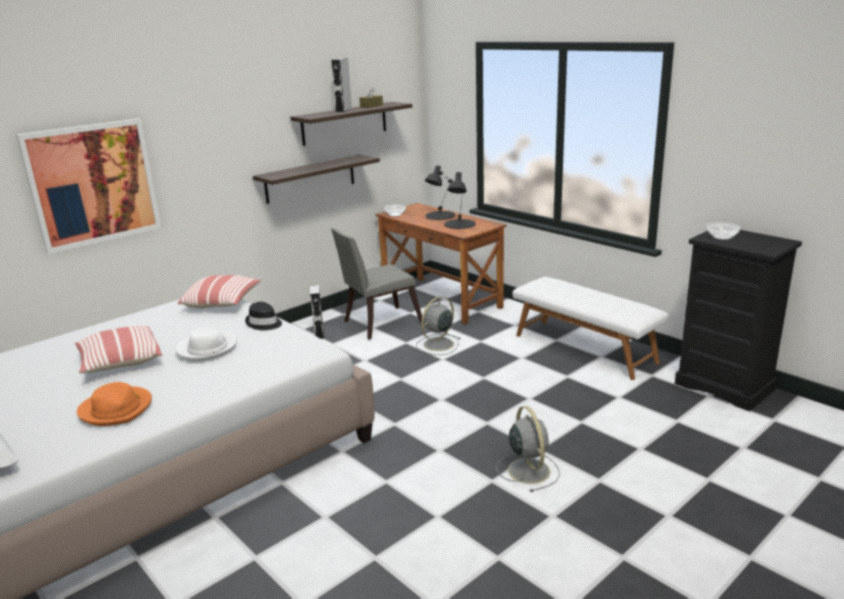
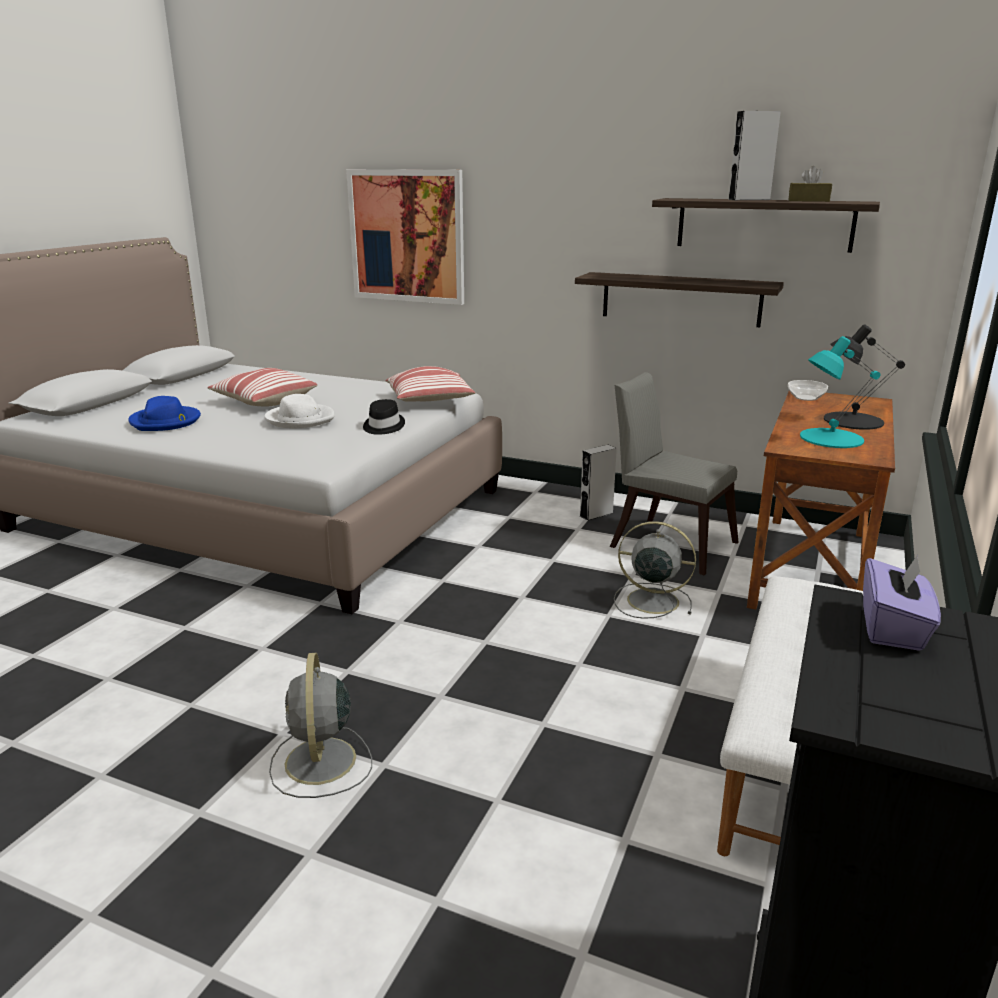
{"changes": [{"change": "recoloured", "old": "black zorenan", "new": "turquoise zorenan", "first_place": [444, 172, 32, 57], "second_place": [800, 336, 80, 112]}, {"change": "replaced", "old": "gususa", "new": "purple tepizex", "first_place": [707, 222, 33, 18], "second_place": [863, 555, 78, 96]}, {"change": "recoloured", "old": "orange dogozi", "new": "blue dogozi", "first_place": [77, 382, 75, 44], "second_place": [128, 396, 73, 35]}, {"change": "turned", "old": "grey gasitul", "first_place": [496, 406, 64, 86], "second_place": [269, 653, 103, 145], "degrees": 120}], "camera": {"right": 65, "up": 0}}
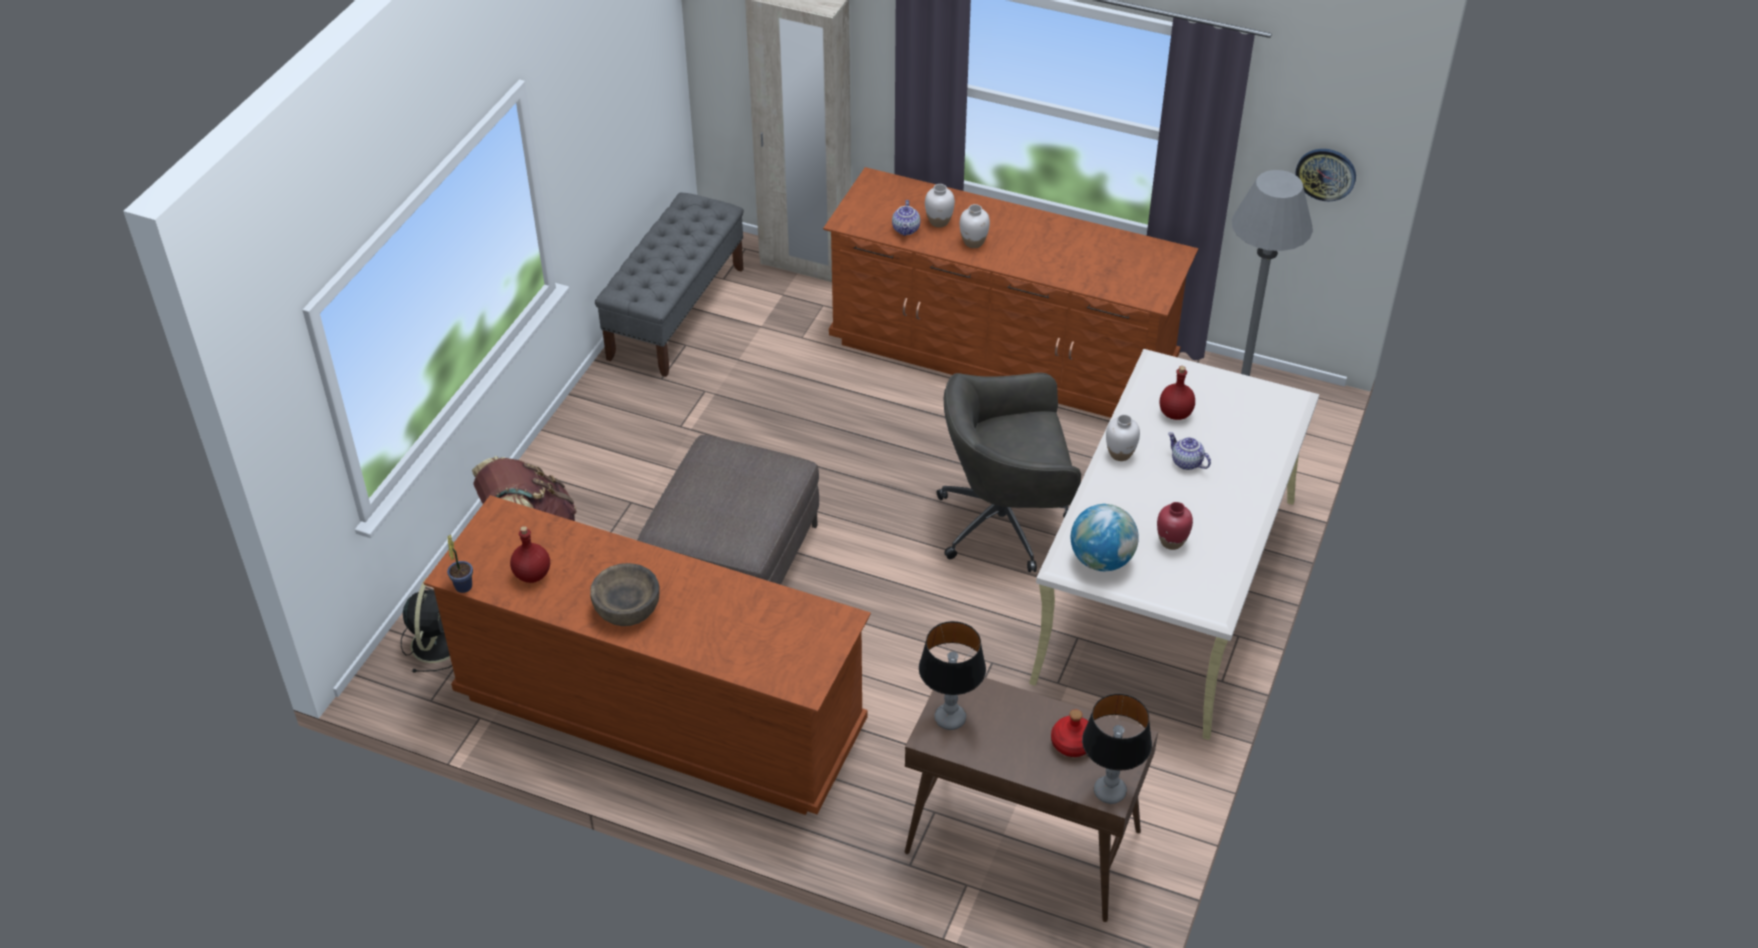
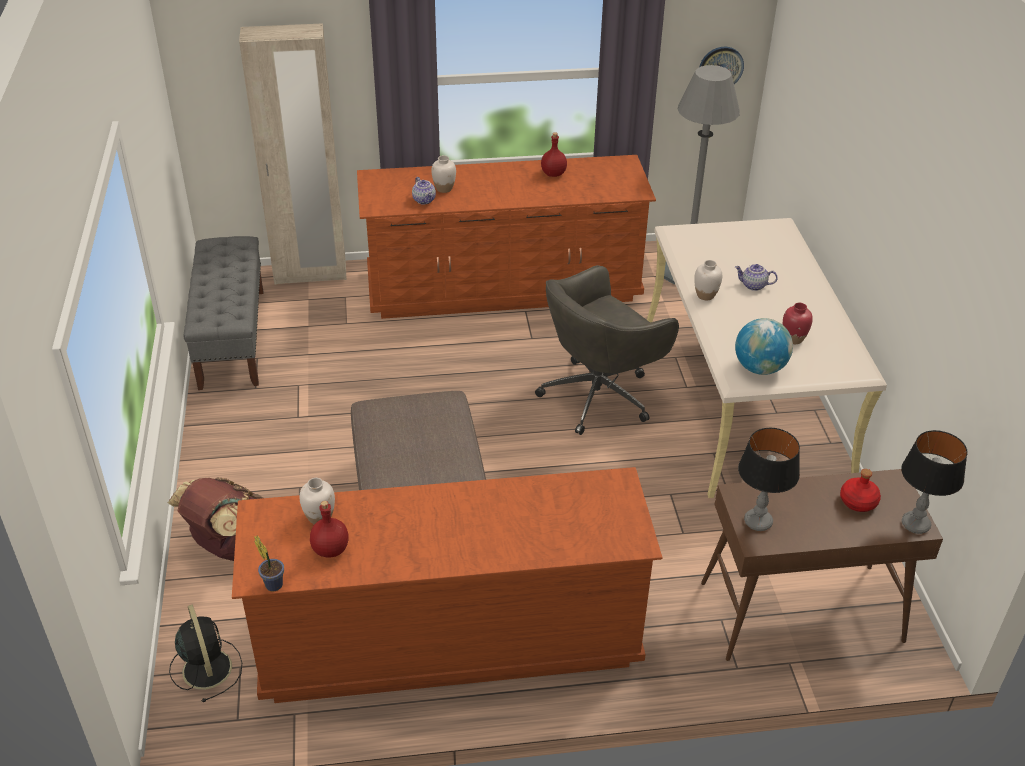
{"changes": [{"change": "moved", "old": "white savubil", "first_place": [960, 204, 30, 44], "second_place": [299, 478, 36, 46]}, {"change": "moved", "old": "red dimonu", "first_place": [1160, 366, 35, 54], "second_place": [541, 133, 26, 44]}, {"change": "removed", "old": "brown gususa", "first_place": [590, 563, 69, 63]}], "camera": {"right": -30, "up": -5}}
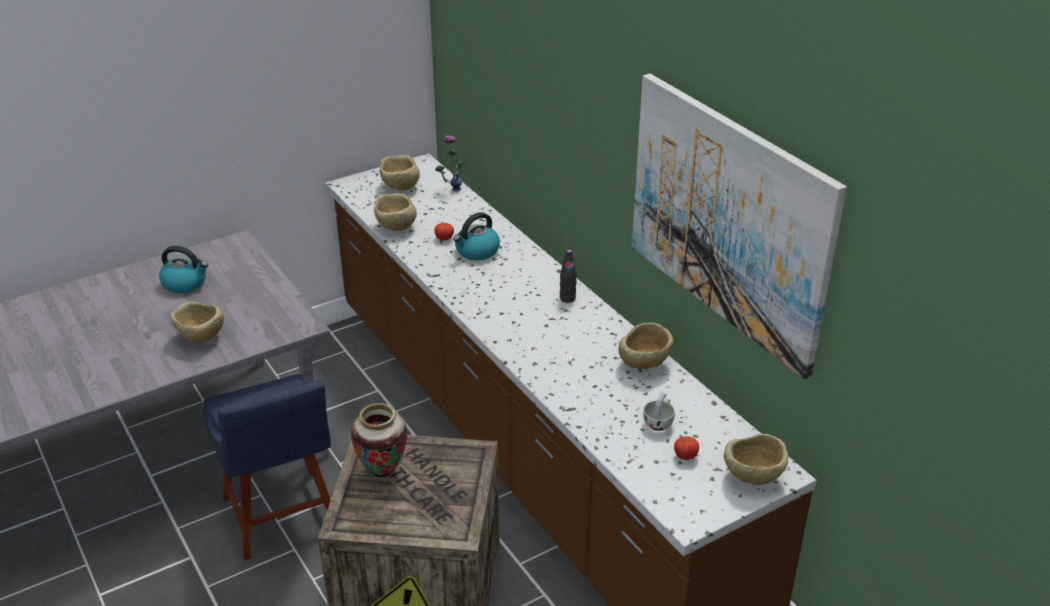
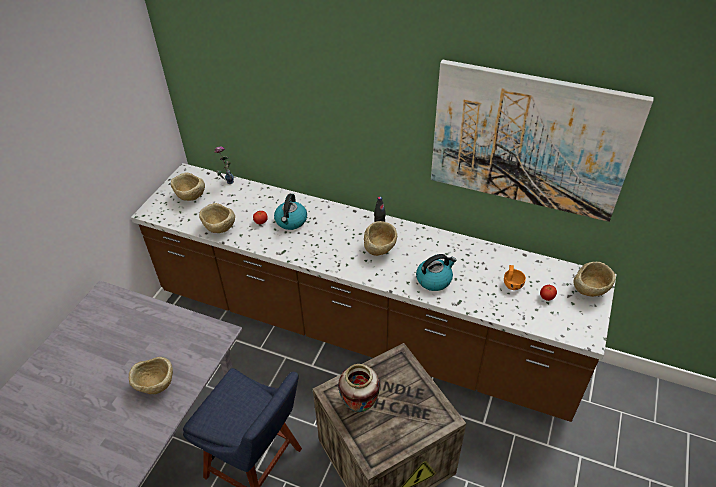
{"changes": [{"change": "moved", "old": "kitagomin", "first_place": [159, 246, 49, 47], "second_place": [416, 254, 40, 37]}, {"change": "moved", "old": "beige gususa", "first_place": [618, 323, 56, 46], "second_place": [364, 221, 33, 35]}, {"change": "recoloured", "old": "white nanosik", "new": "orange nanosik", "first_place": [643, 392, 32, 39], "second_place": [504, 265, 22, 25]}], "camera": {"right": -35, "up": 10}}
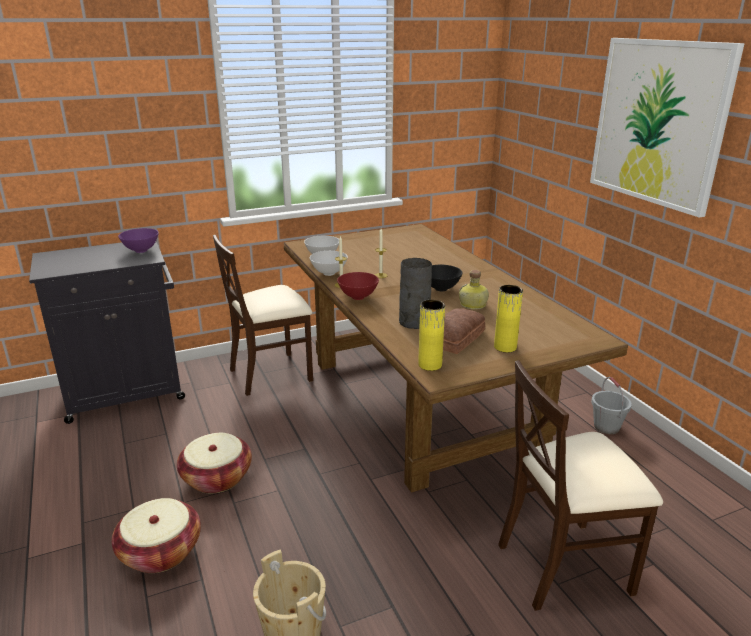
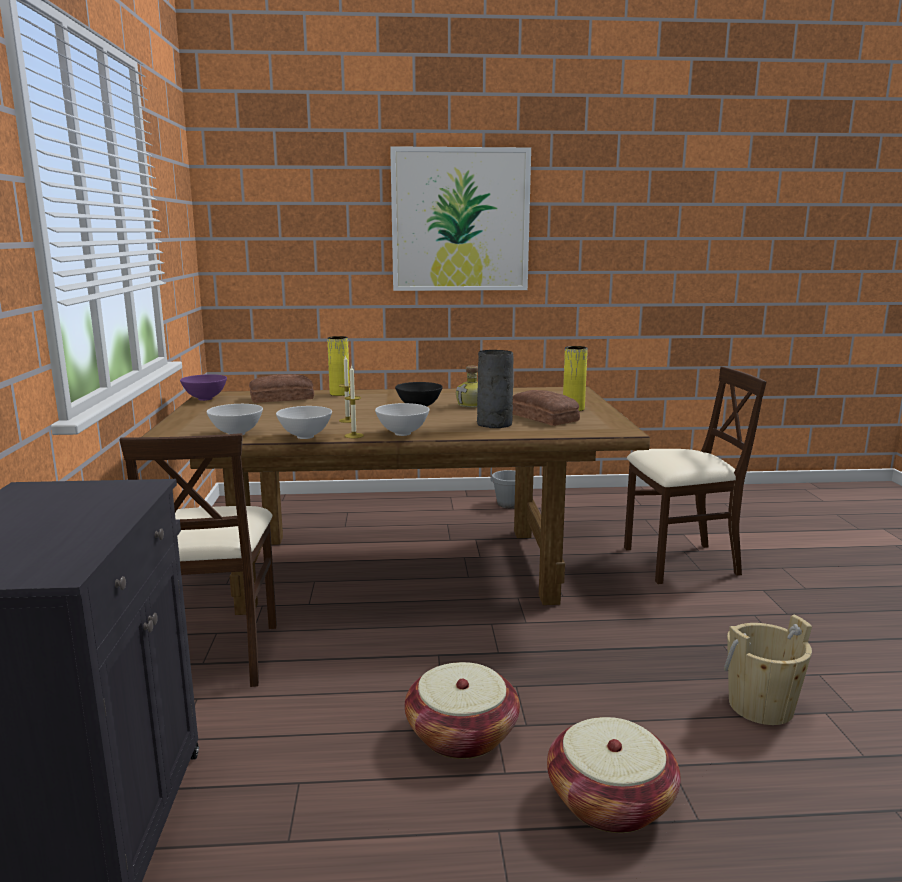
{"changes": [{"change": "moved", "old": "purple gususa", "first_place": [118, 228, 41, 25], "second_place": [180, 374, 47, 27]}, {"change": "recoloured", "old": "red gususa", "new": "white gususa", "first_place": [337, 272, 42, 28], "second_place": [375, 403, 55, 33]}, {"change": "moved", "old": "yellow savubil", "first_place": [418, 300, 27, 71], "second_place": [327, 336, 23, 60]}, {"change": "turned", "old": "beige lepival", "first_place": [498, 360, 165, 251], "second_place": [624, 367, 143, 217], "degrees": -105}, {"change": "added", "new": "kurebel", "second_place": [249, 374, 65, 29]}], "camera": {"right": -70, "up": -10}}
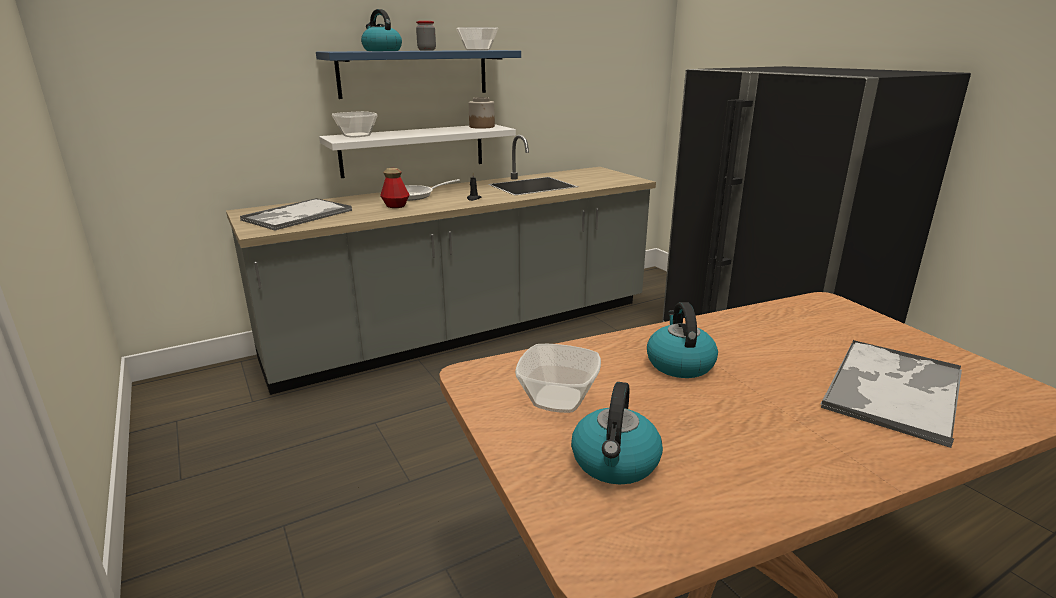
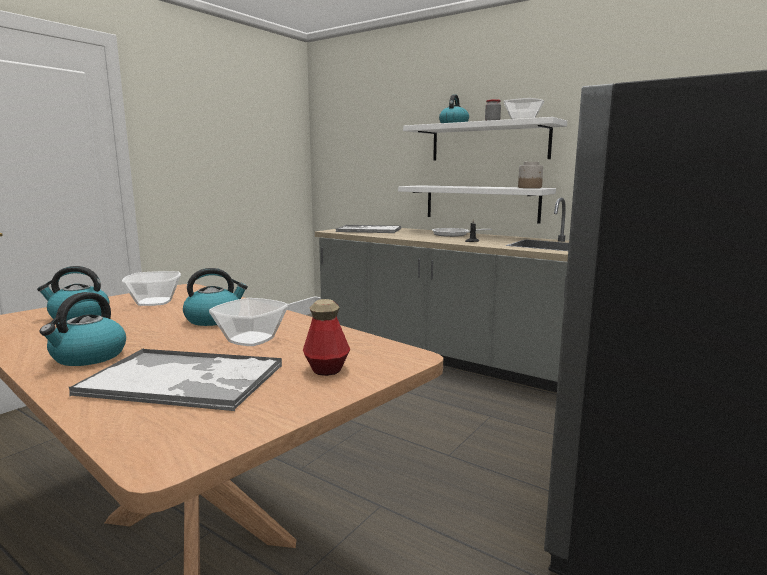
{"changes": [{"change": "recoloured", "old": "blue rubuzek", "new": "white rubuzek", "first_place": [316, 50, 205, 49], "second_place": [403, 117, 164, 44]}, {"change": "moved", "old": "gususa", "first_place": [332, 111, 46, 27], "second_place": [209, 298, 79, 48]}, {"change": "moved", "old": "dimonu", "first_place": [380, 168, 29, 40], "second_place": [303, 299, 47, 77]}, {"change": "added", "new": "kitagomin", "second_place": [40, 292, 86, 74]}], "camera": {"right": 65, "up": -10}}
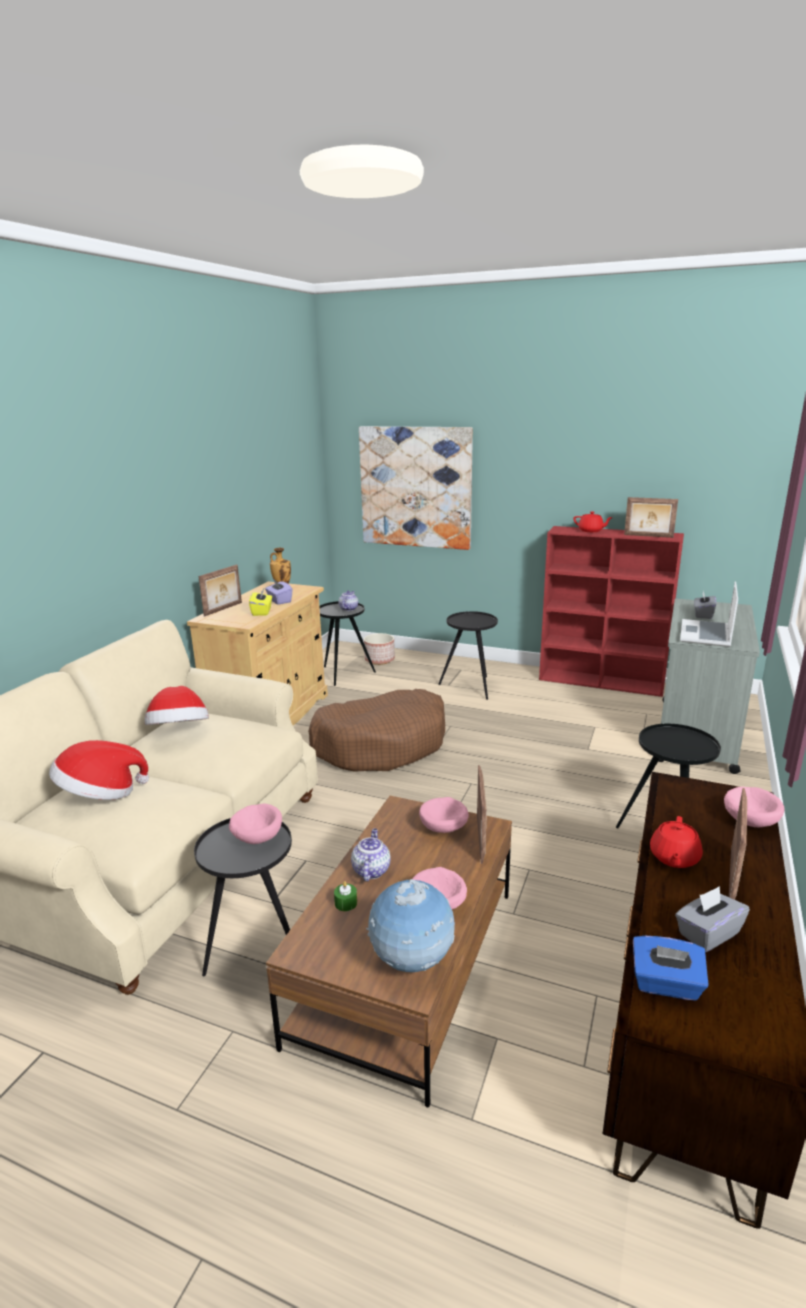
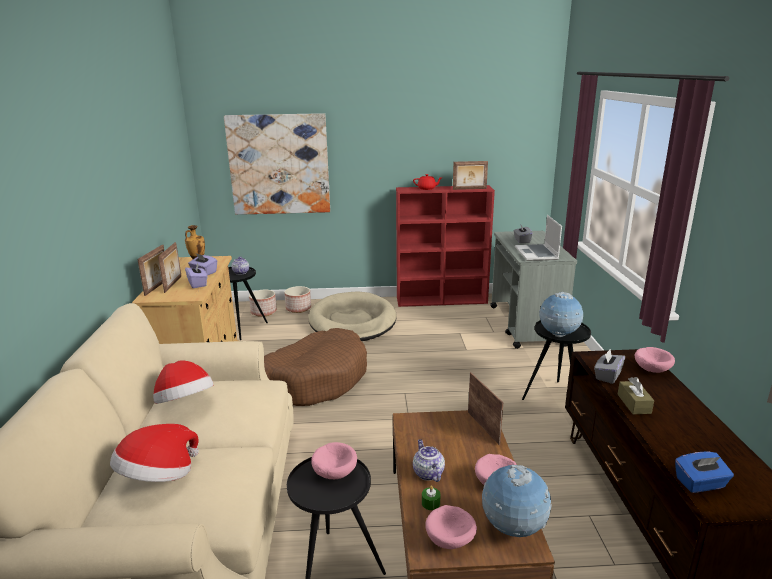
{"changes": [{"change": "recoloured", "old": "yellow tepizex", "new": "purple tepizex", "first_place": [249, 589, 23, 27], "second_place": [185, 263, 23, 25]}, {"change": "replaced", "old": "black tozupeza", "new": "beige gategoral", "first_place": [438, 611, 60, 89], "second_place": [308, 291, 89, 50]}, {"change": "moved", "old": "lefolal", "first_place": [729, 788, 18, 112], "second_place": [158, 242, 23, 51]}, {"change": "moved", "old": "pink gususa", "first_place": [419, 797, 50, 36], "second_place": [425, 505, 52, 44]}, {"change": "replaced", "old": "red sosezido", "new": "brown tepizex", "first_place": [650, 816, 53, 52], "second_place": [617, 377, 37, 37]}, {"change": "moved", "old": "grey tepizex", "first_place": [675, 886, 75, 66], "second_place": [594, 349, 31, 35]}, {"change": "added", "new": "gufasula", "second_place": [284, 286, 27, 27]}, {"change": "added", "new": "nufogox", "second_place": [539, 292, 44, 45]}], "camera": {"right": -25, "up": 0}}
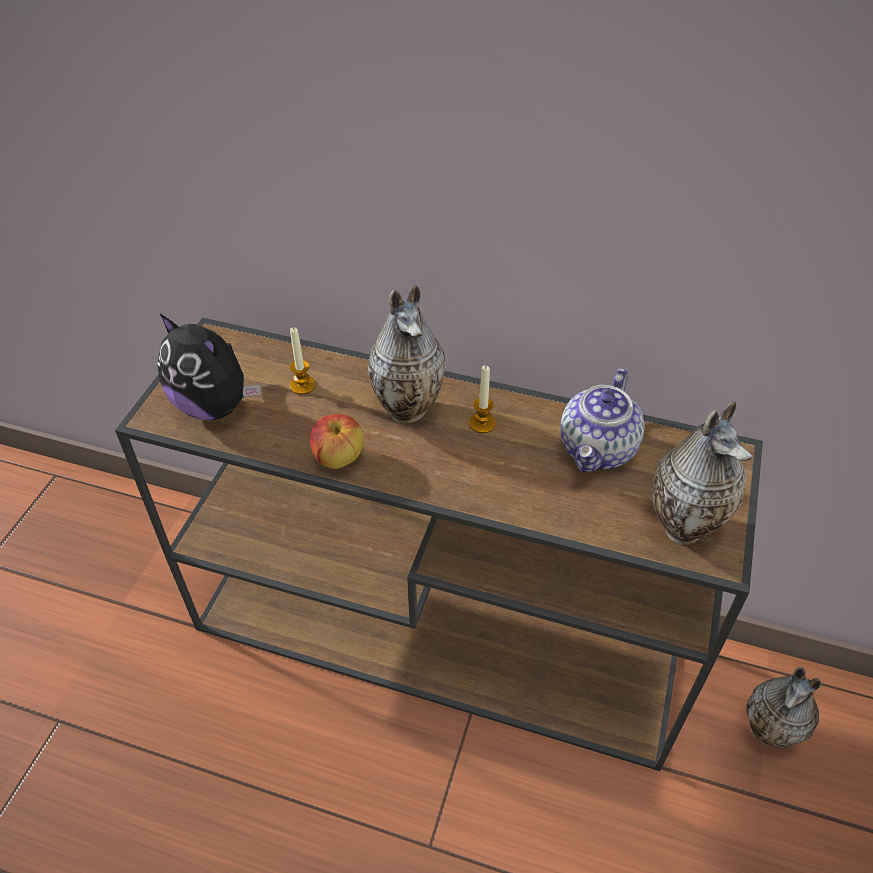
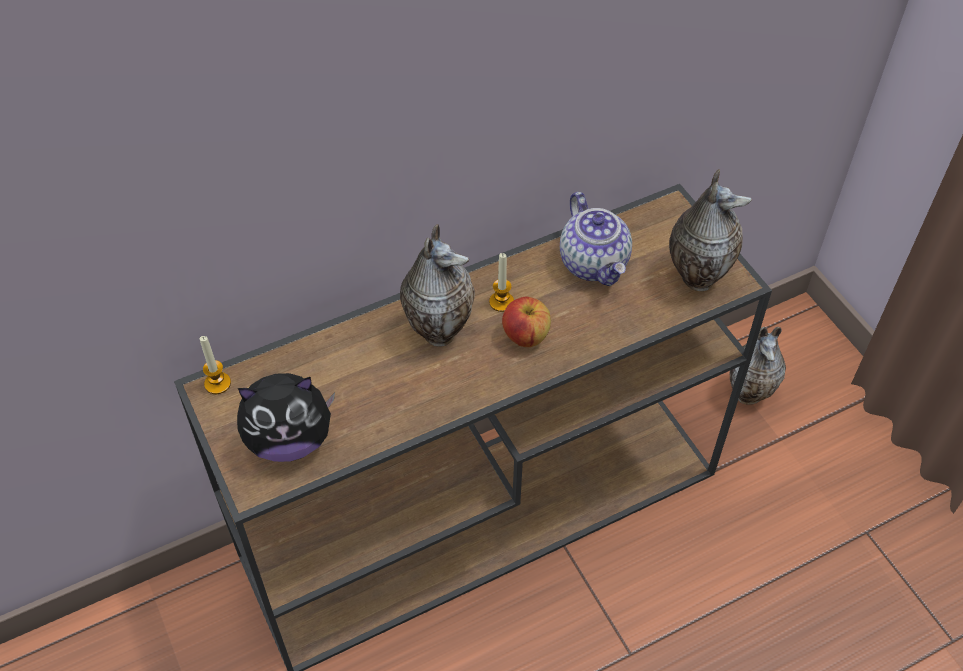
{"changes": [{"change": "moved", "old": "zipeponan", "first_place": [290, 327, 26, 68], "second_place": [200, 336, 31, 58]}, {"change": "moved", "old": "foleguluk", "first_place": [310, 414, 54, 55], "second_place": [502, 297, 49, 50]}], "camera": {"right": -45, "up": 5}}
